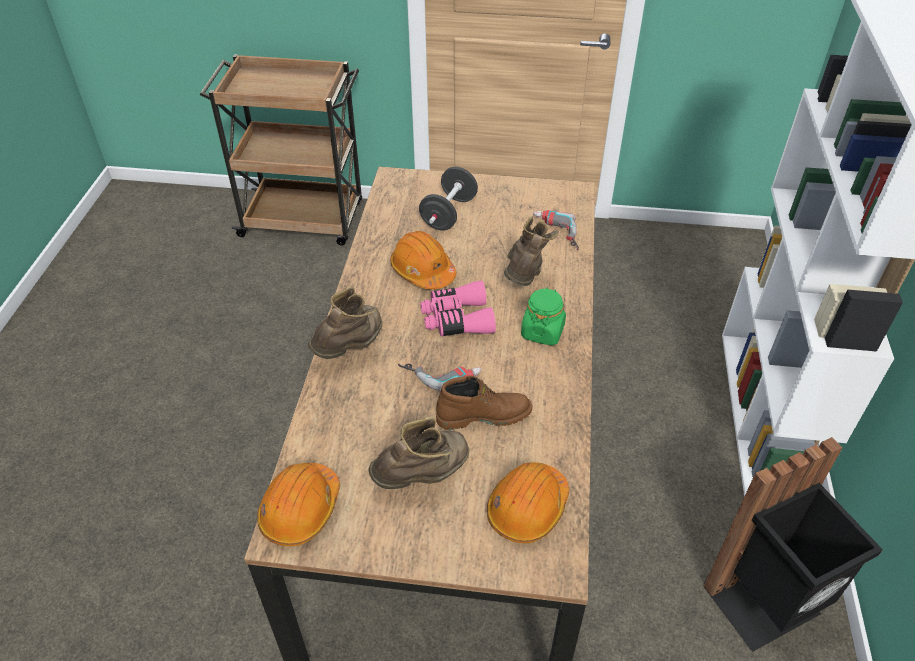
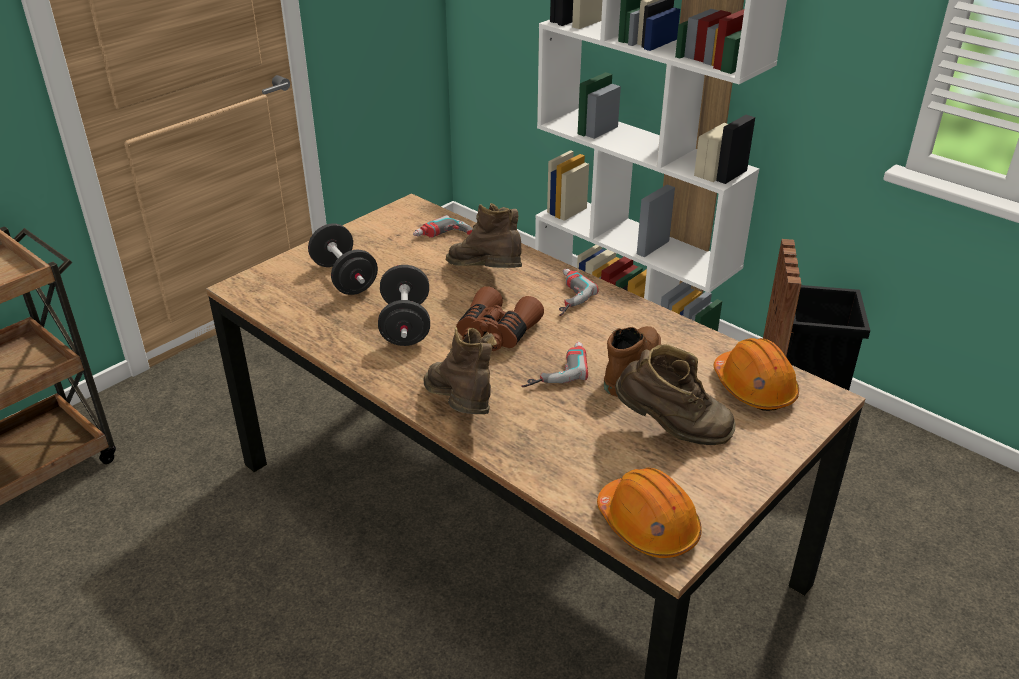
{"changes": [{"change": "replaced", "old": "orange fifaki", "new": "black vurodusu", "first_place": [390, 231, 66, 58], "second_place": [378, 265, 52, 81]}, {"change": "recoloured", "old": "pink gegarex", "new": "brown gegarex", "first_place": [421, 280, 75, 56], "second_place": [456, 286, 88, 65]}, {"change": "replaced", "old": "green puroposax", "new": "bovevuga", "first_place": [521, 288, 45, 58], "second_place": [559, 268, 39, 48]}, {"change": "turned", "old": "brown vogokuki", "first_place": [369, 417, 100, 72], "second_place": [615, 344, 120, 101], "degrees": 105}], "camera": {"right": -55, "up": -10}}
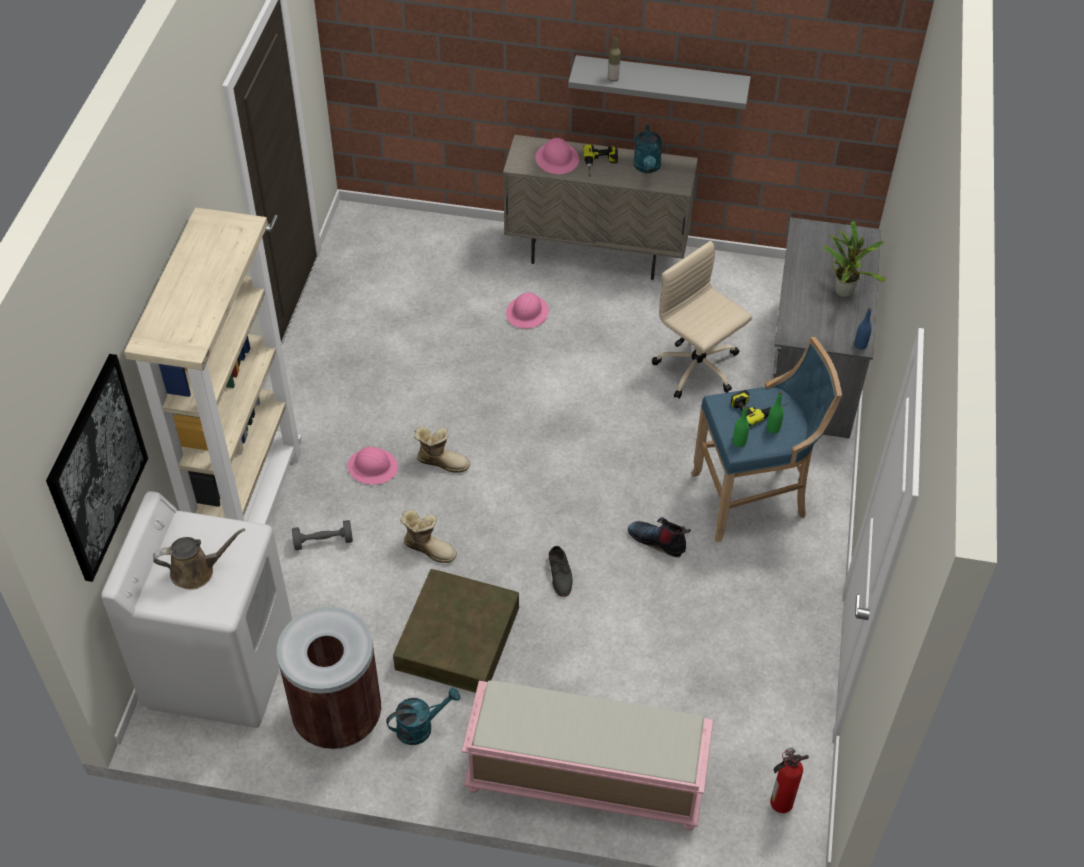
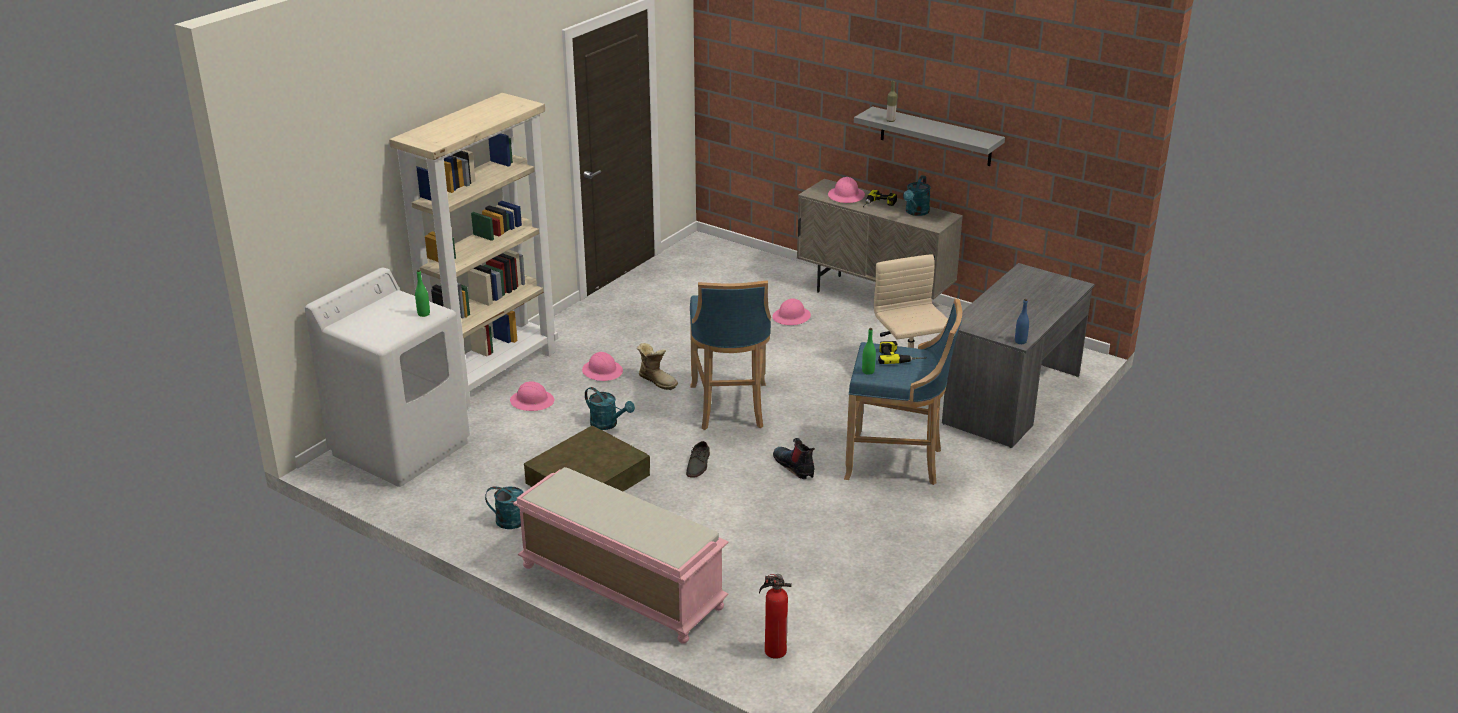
{"changes": [{"change": "removed", "old": "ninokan", "first_place": [824, 221, 62, 76]}, {"change": "removed", "old": "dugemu", "first_place": [46, 354, 102, 228]}, {"change": "moved", "old": "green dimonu", "first_place": [767, 392, 17, 42], "second_place": [415, 270, 15, 47]}, {"change": "replaced", "old": "vogokuki", "new": "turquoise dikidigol", "first_place": [400, 510, 57, 53], "second_place": [585, 387, 50, 43]}, {"change": "replaced", "old": "grey vurodusu", "new": "pink fifaki", "first_place": [292, 520, 61, 30], "second_place": [510, 382, 45, 29]}, {"change": "removed", "old": "brown dikidigol", "first_place": [153, 528, 92, 62]}, {"change": "removed", "old": "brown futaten", "first_place": [277, 607, 104, 142]}, {"change": "added", "new": "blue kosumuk", "second_place": [690, 280, 81, 150]}], "camera": {"right": 25, "up": -20}}
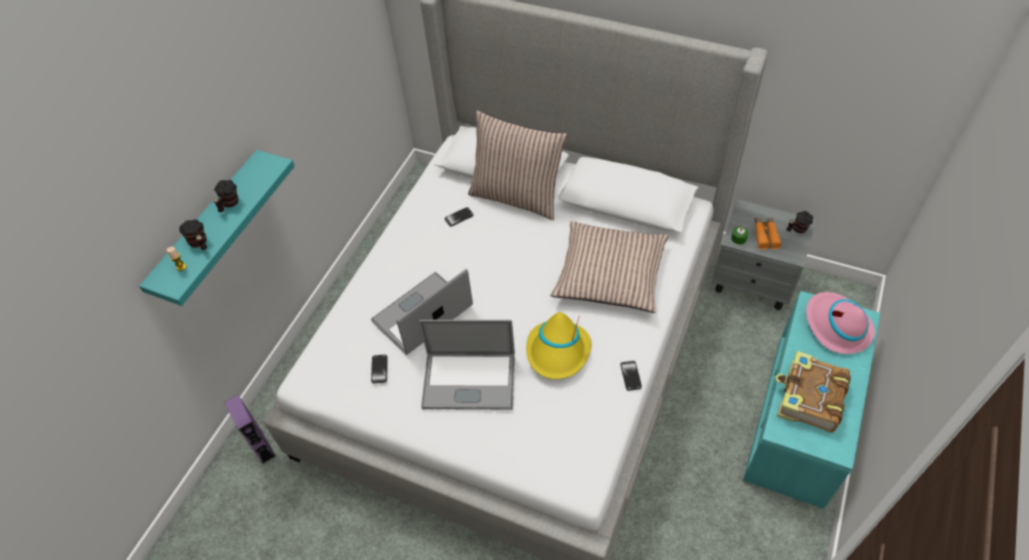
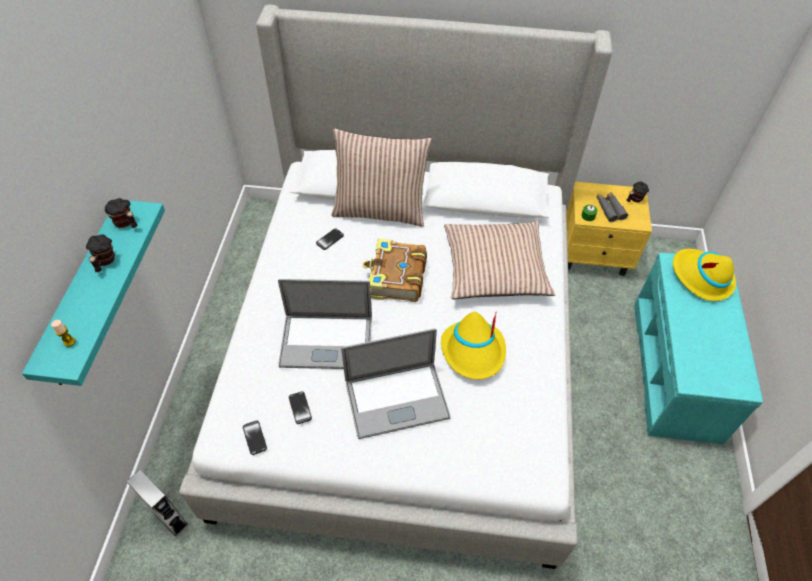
{"changes": [{"change": "recoloured", "old": "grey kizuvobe", "new": "yellow kizuvobe", "first_place": [712, 199, 104, 111], "second_place": [566, 182, 86, 94]}, {"change": "recoloured", "old": "orange gegarex", "new": "grey gegarex", "first_place": [755, 217, 27, 33], "second_place": [596, 192, 32, 30]}, {"change": "moved", "old": "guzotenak", "first_place": [179, 220, 28, 30], "second_place": [105, 198, 33, 30]}, {"change": "turned", "old": "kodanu", "first_place": [371, 269, 102, 86], "second_place": [278, 279, 94, 90], "degrees": -120}, {"change": "recoloured", "old": "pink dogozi", "new": "yellow dogozi", "first_place": [806, 292, 69, 62], "second_place": [673, 249, 63, 52]}, {"change": "moved", "old": "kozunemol", "first_place": [775, 351, 76, 82], "second_place": [362, 238, 65, 64]}, {"change": "moved", "old": "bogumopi", "first_place": [620, 361, 22, 30], "second_place": [243, 420, 24, 35]}, {"change": "recoloured", "old": "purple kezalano", "new": "grey kezalano", "first_place": [224, 395, 52, 69], "second_place": [126, 470, 62, 67]}], "camera": {"right": -20, "up": 0}}
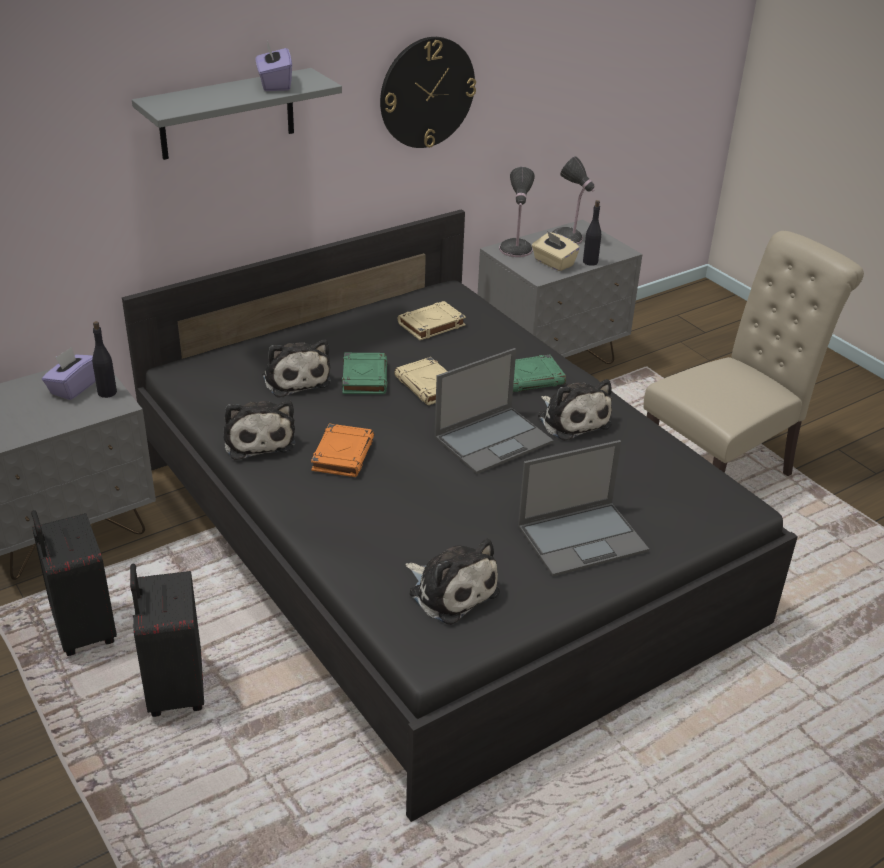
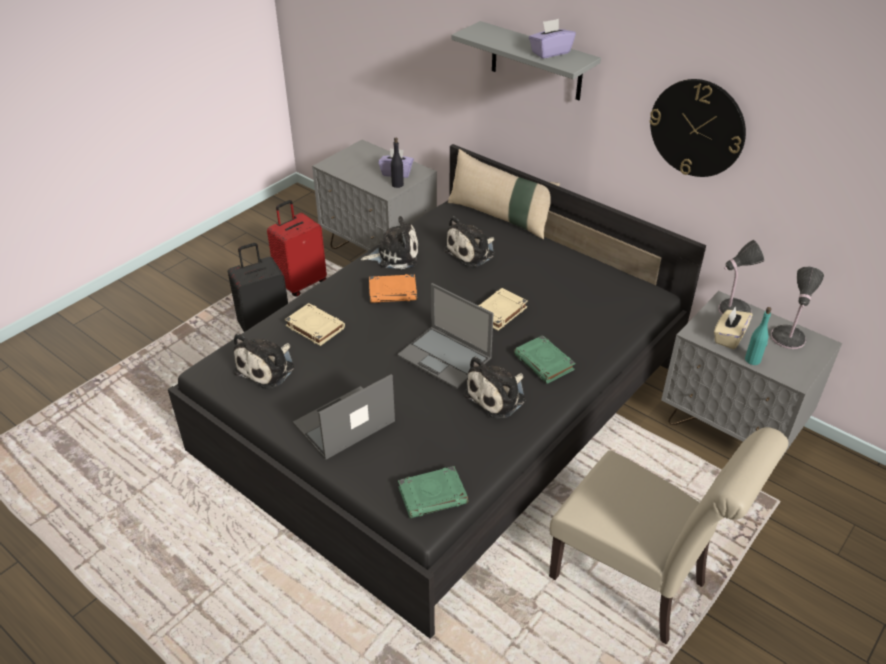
{"changes": [{"change": "recoloured", "old": "black dimonu", "new": "turquoise dimonu", "first_place": [583, 200, 18, 66], "second_place": [745, 307, 27, 58]}, {"change": "moved", "old": "beige kozunemol", "first_place": [398, 301, 68, 39], "second_place": [285, 303, 60, 43]}, {"change": "moved", "old": "green kozunemol", "first_place": [342, 353, 46, 41], "second_place": [398, 466, 70, 52]}, {"change": "turned", "old": "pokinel", "first_place": [223, 400, 73, 60], "second_place": [361, 216, 57, 53], "degrees": -150}, {"change": "turned", "old": "kodanu", "first_place": [518, 440, 131, 136], "second_place": [293, 374, 102, 86], "degrees": 90}, {"change": "recoloured", "old": "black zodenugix", "new": "red zodenugix", "first_place": [31, 510, 86, 146], "second_place": [267, 200, 60, 96]}, {"change": "added", "new": "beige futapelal", "second_place": [448, 149, 112, 90]}], "camera": {"right": 75, "up": 5}}
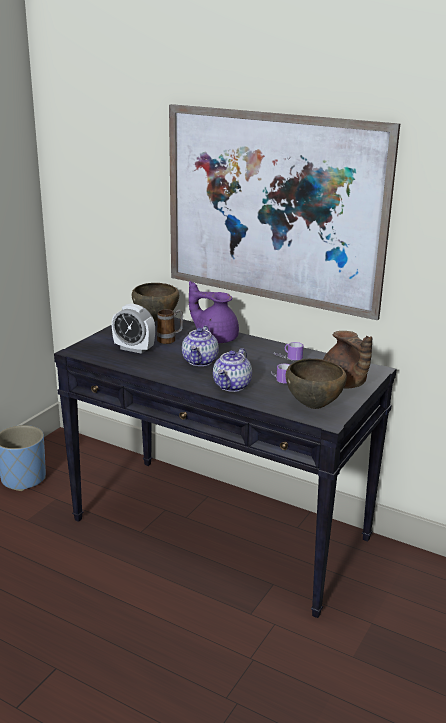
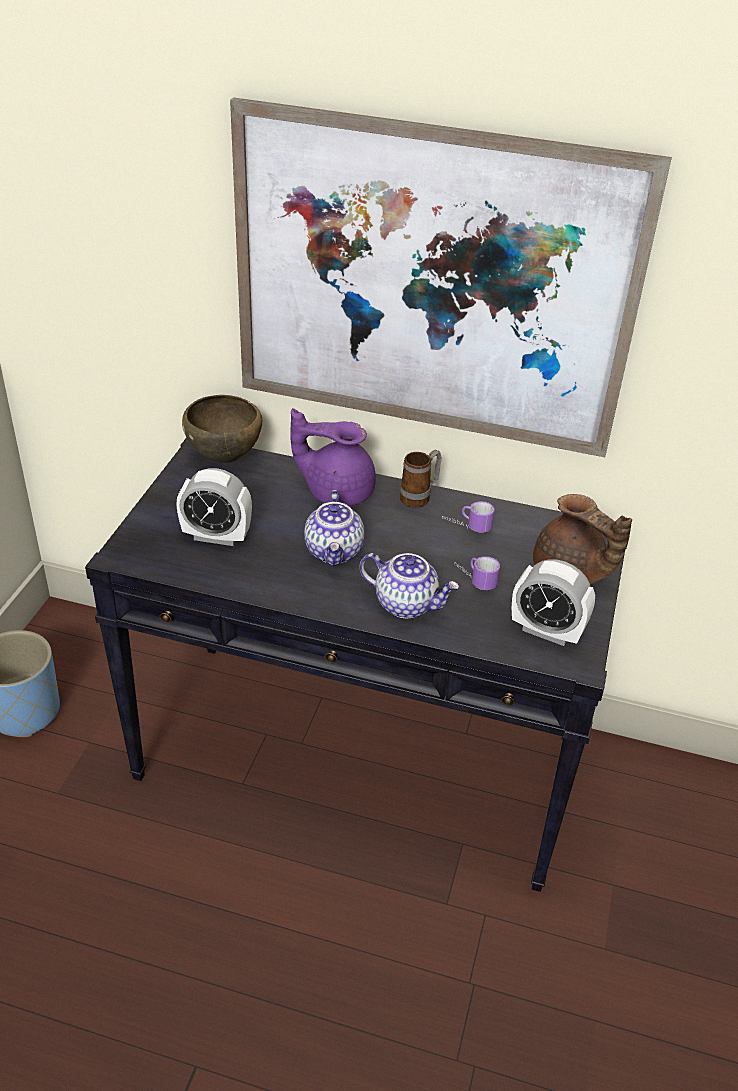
{"changes": [{"change": "moved", "old": "guzotenak", "first_place": [157, 309, 26, 35], "second_place": [400, 450, 42, 58]}, {"change": "turned", "old": "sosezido", "first_place": [213, 348, 39, 44], "second_place": [359, 553, 100, 65], "degrees": -75}, {"change": "replaced", "old": "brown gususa", "new": "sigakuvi", "first_place": [286, 359, 61, 50], "second_place": [512, 559, 83, 87]}], "camera": {"right": -15, "up": 15}}
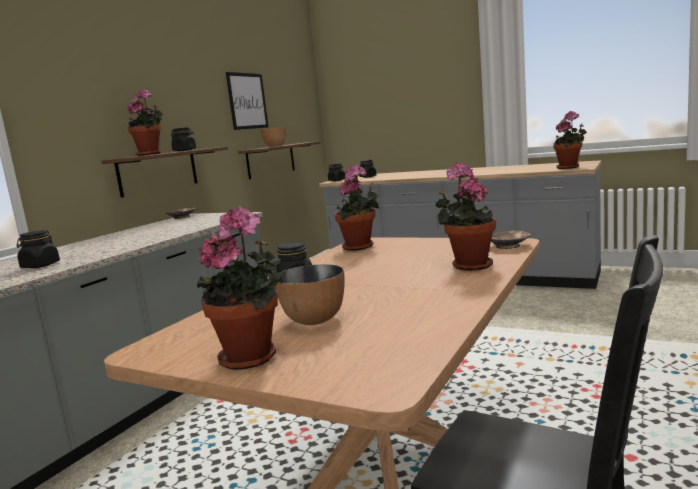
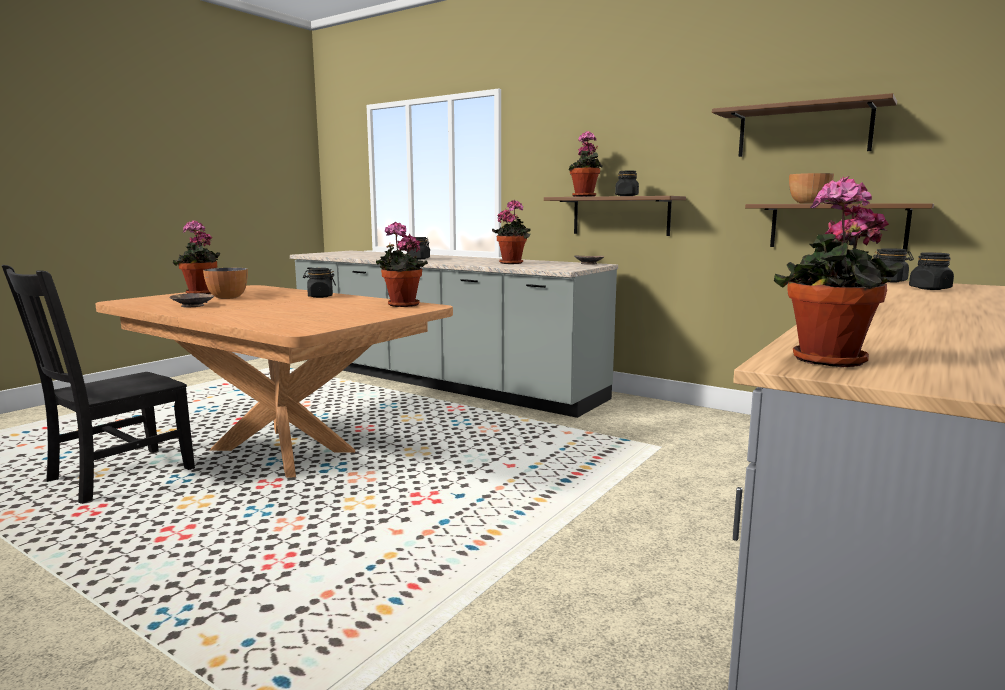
{"changes": [{"change": "replaced", "old": "dugemu", "new": "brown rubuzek", "first_place": [226, 72, 42, 58], "second_place": [712, 93, 185, 64]}, {"change": "moved", "old": "ninokan", "first_place": [435, 162, 61, 109], "second_place": [492, 200, 39, 64]}, {"change": "moved", "old": "brown gususa", "first_place": [491, 230, 40, 19], "second_place": [170, 293, 44, 14]}], "camera": {"right": 95, "up": 0}}
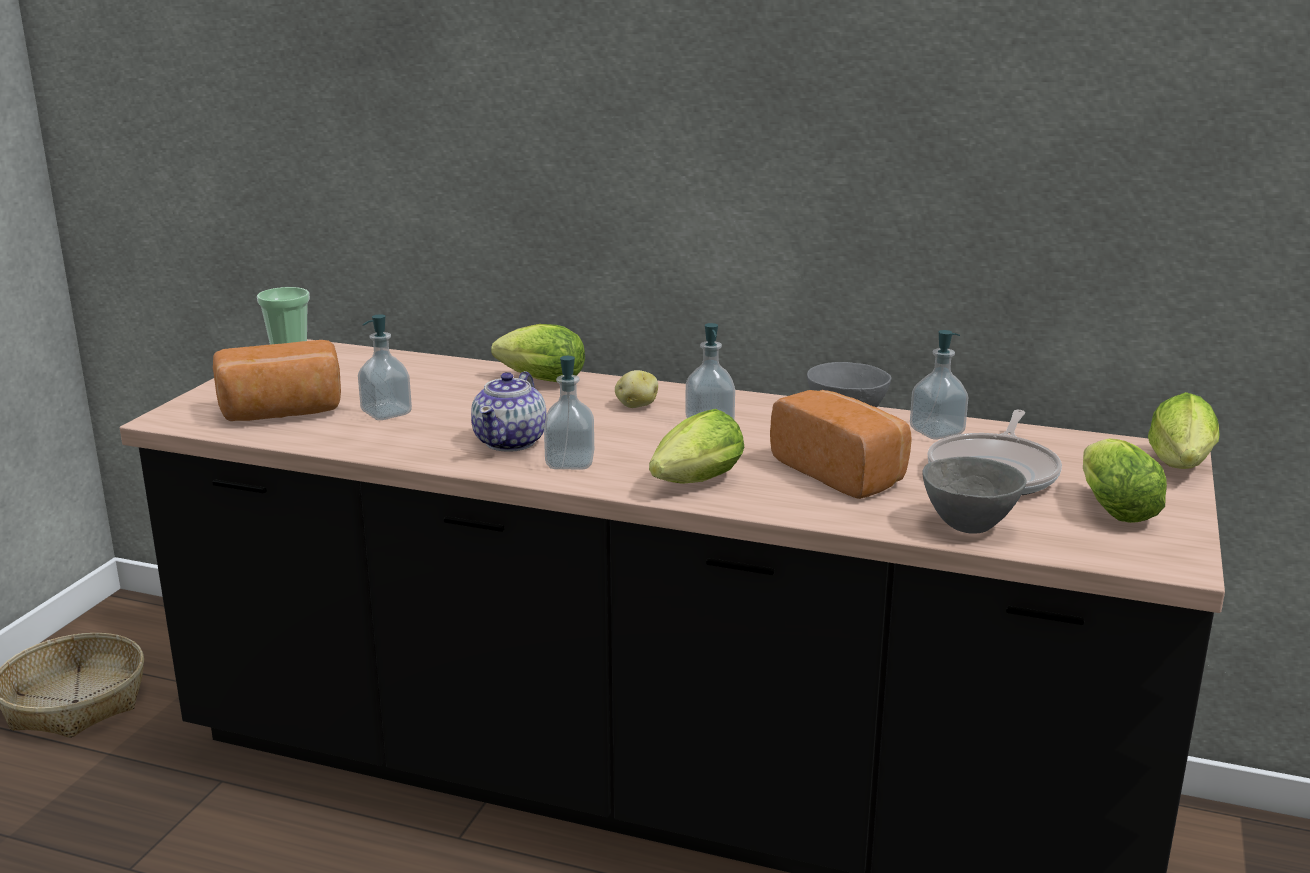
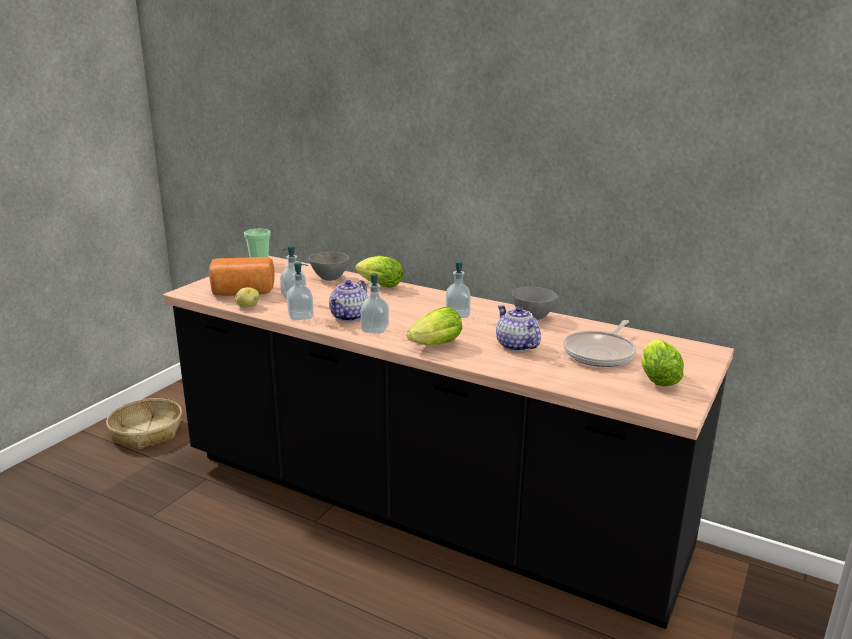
{"changes": [{"change": "moved", "old": "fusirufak", "first_place": [910, 330, 58, 110], "second_place": [287, 262, 27, 58]}, {"change": "moved", "old": "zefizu", "first_place": [615, 370, 43, 38], "second_place": [235, 287, 24, 21]}, {"change": "replaced", "old": "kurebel", "new": "sosezido", "first_place": [770, 390, 142, 109], "second_place": [496, 305, 45, 47]}, {"change": "removed", "old": "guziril", "first_place": [1148, 392, 72, 77]}, {"change": "moved", "old": "grey gususa", "first_place": [922, 457, 104, 77], "second_place": [309, 252, 40, 29]}], "camera": {"right": 10, "up": 0}}
